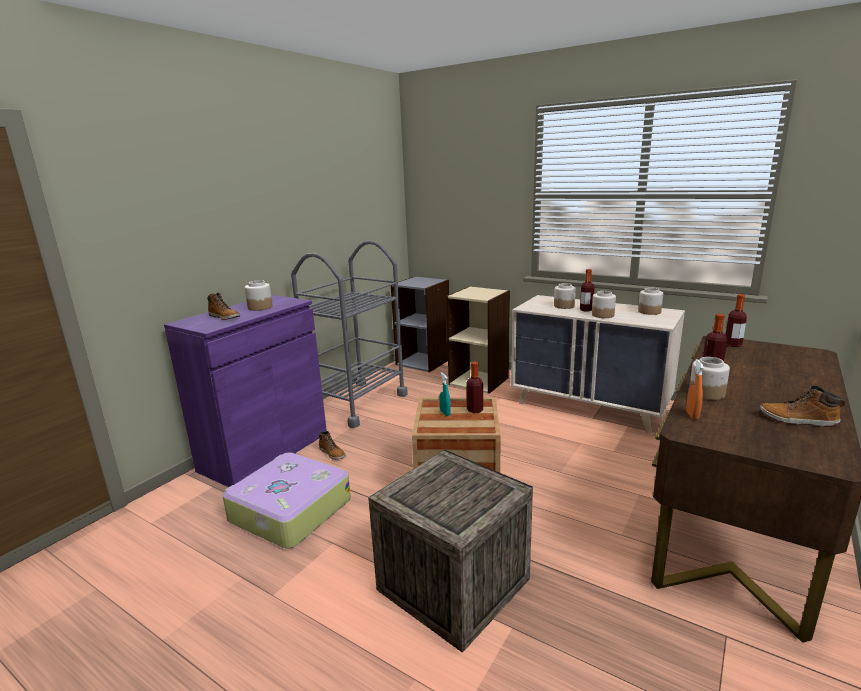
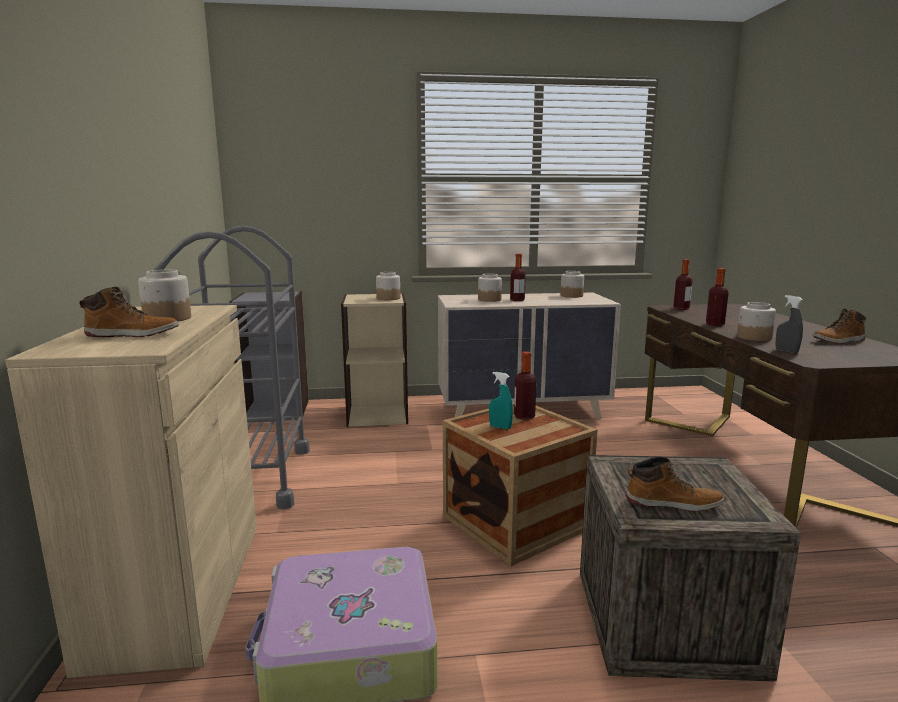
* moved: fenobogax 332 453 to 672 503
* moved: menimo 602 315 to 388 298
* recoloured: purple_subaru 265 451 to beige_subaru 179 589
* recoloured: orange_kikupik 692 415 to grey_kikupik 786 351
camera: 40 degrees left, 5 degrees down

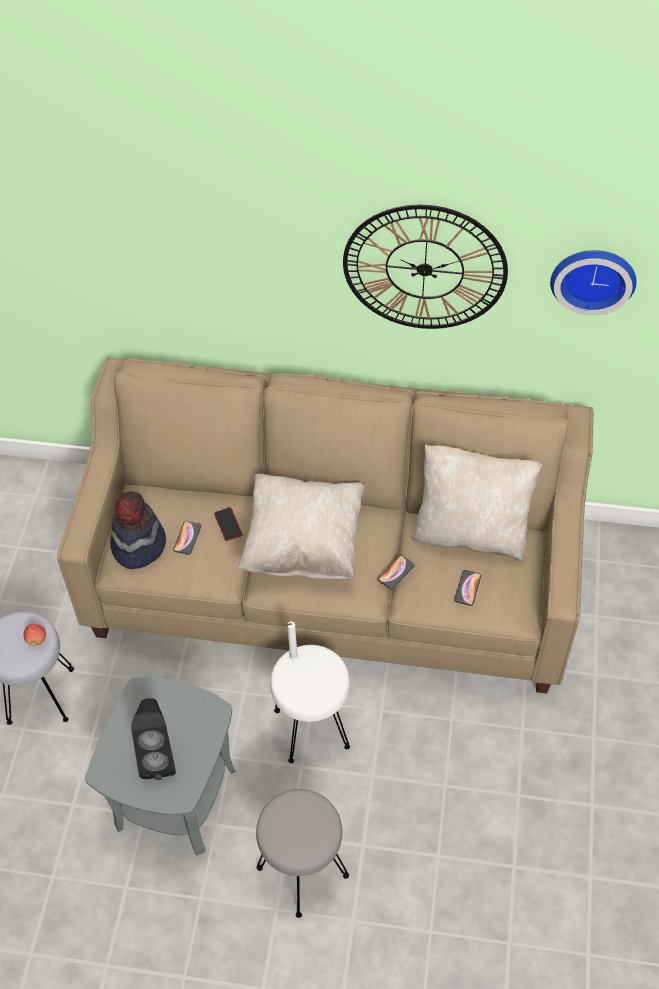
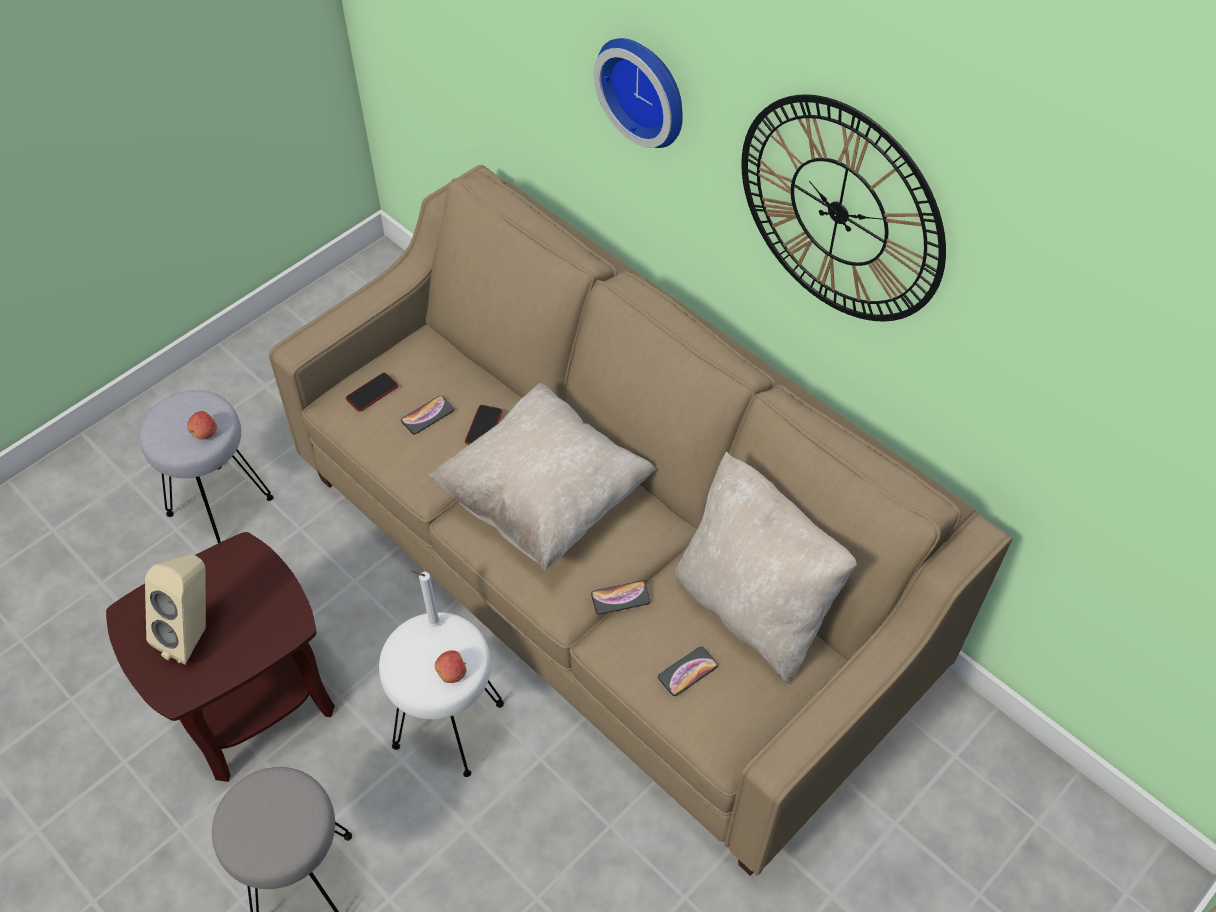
* added: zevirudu 452 673
* moved: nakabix 593 277 to 646 89
* replaced: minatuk 138 545 to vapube 372 392
* recoloured: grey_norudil 175 797 to brown_norudil 250 701
* recoloured: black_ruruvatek 158 756 to beige_ruruvatek 195 633
camera: 35 degrees right, 0 degrees up

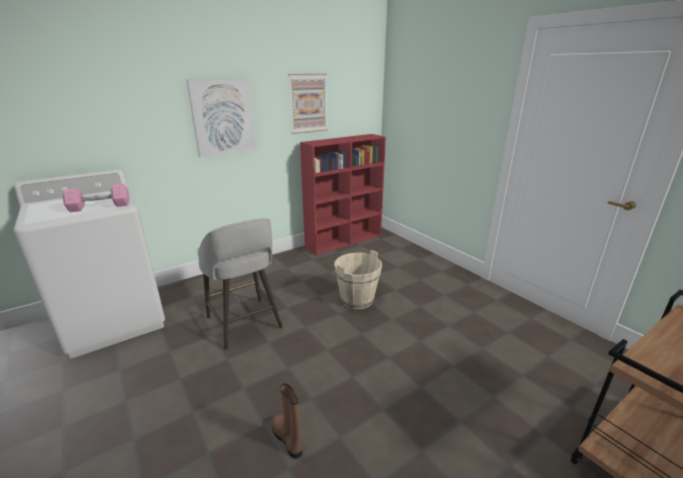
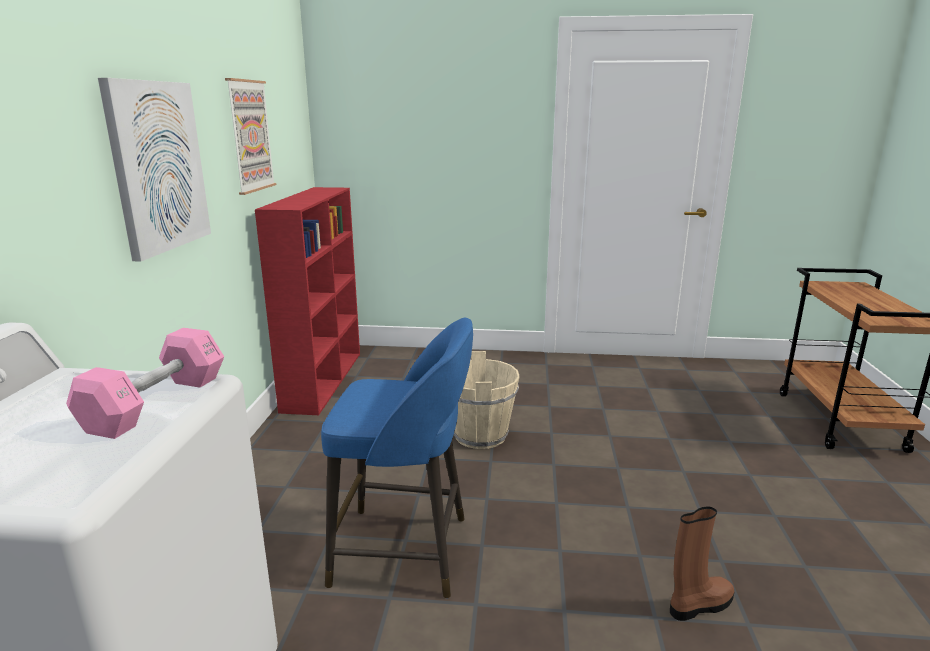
* recoloured: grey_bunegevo 245 324 to blue_bunegevo 405 551
* turned: brown_fenobogax 288 439 = 699 605 150 degrees clockwise
camera: 50 degrees left, 5 degrees down

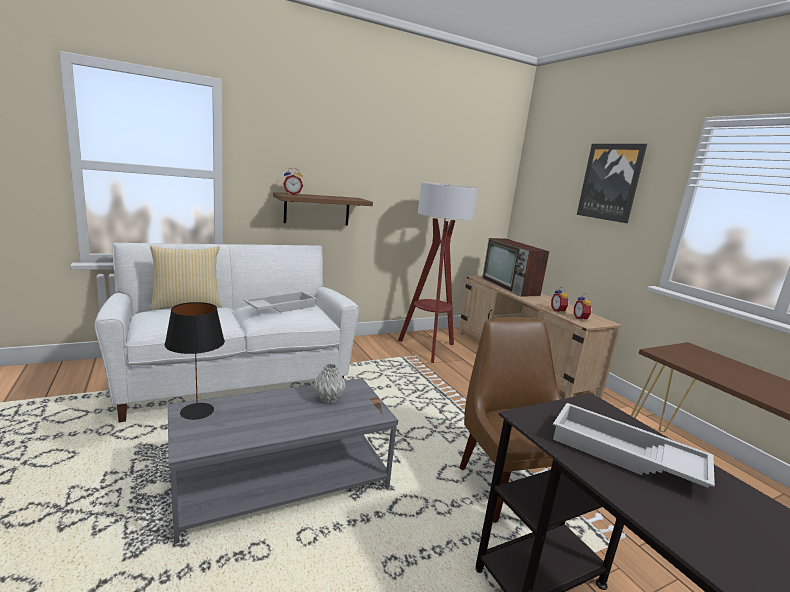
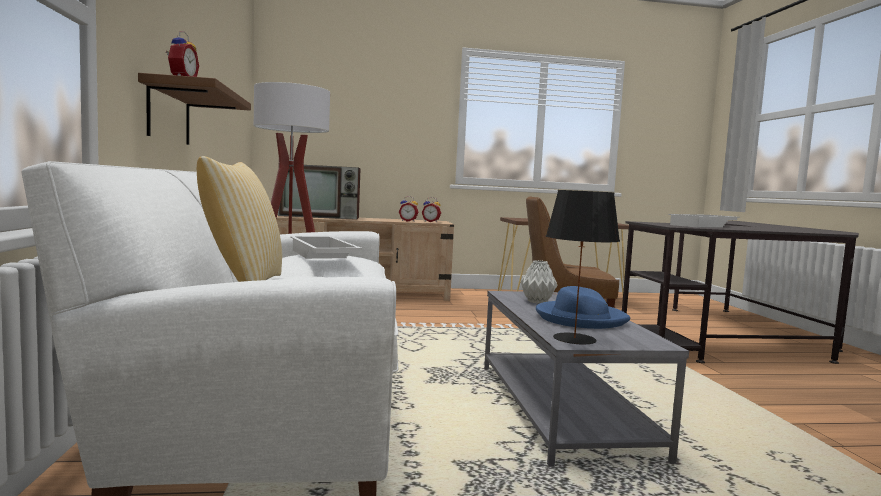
* removed: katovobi 610 182
* added: blue_minatuk 580 318
camera: 70 degrees left, 10 degrees down

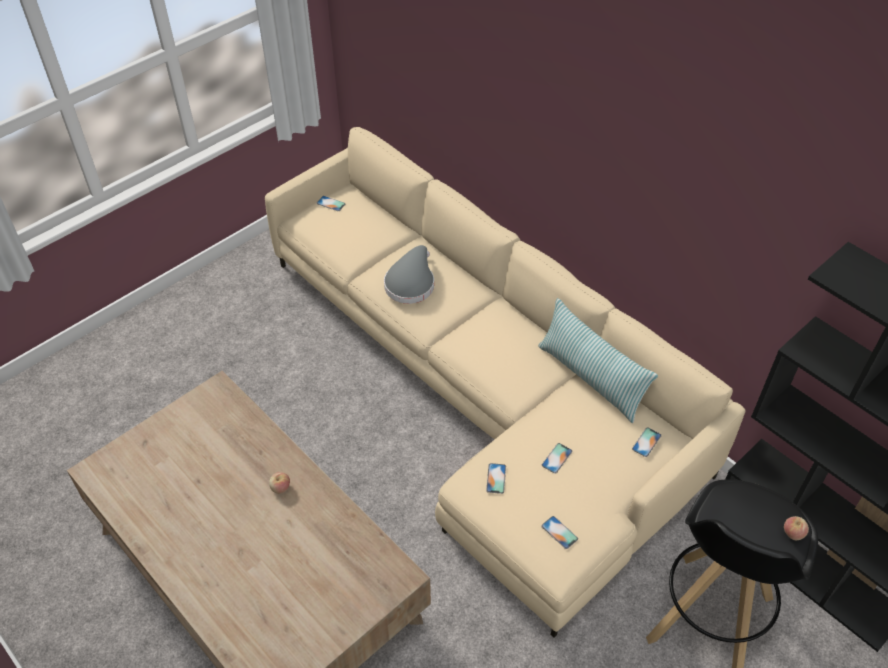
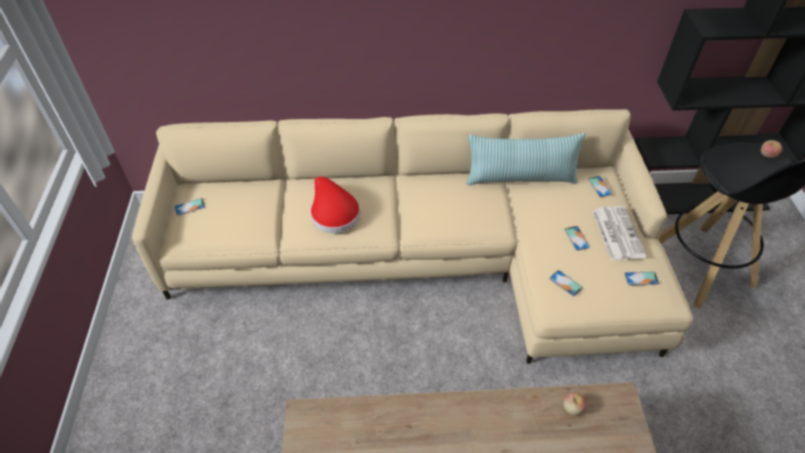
* added: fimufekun 616 233
* moved: zevirudu 280 488 to 572 408
* recoloured: grey_minatuk 411 283 to red_minatuk 333 212
camera: 50 degrees left, 0 degrees up

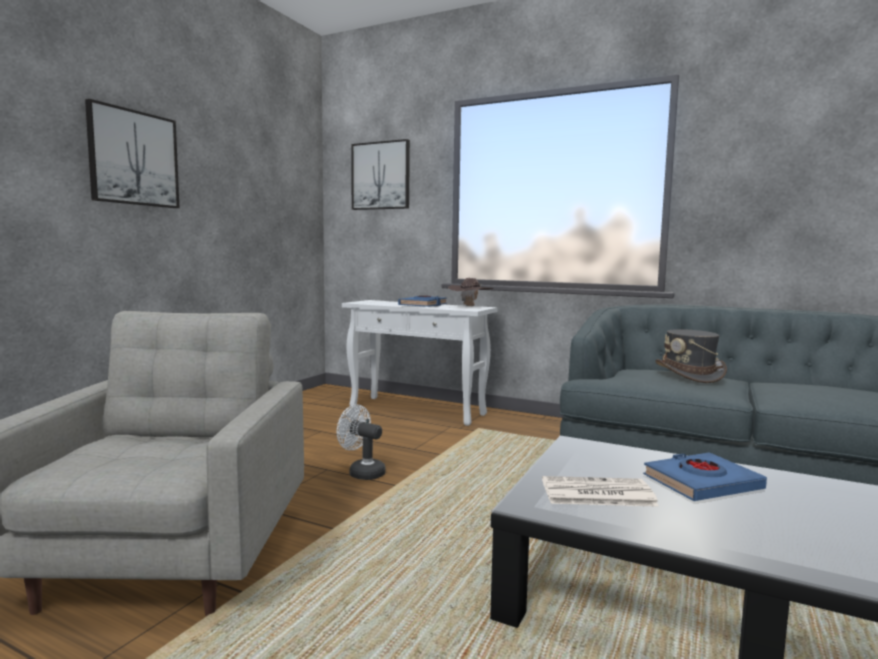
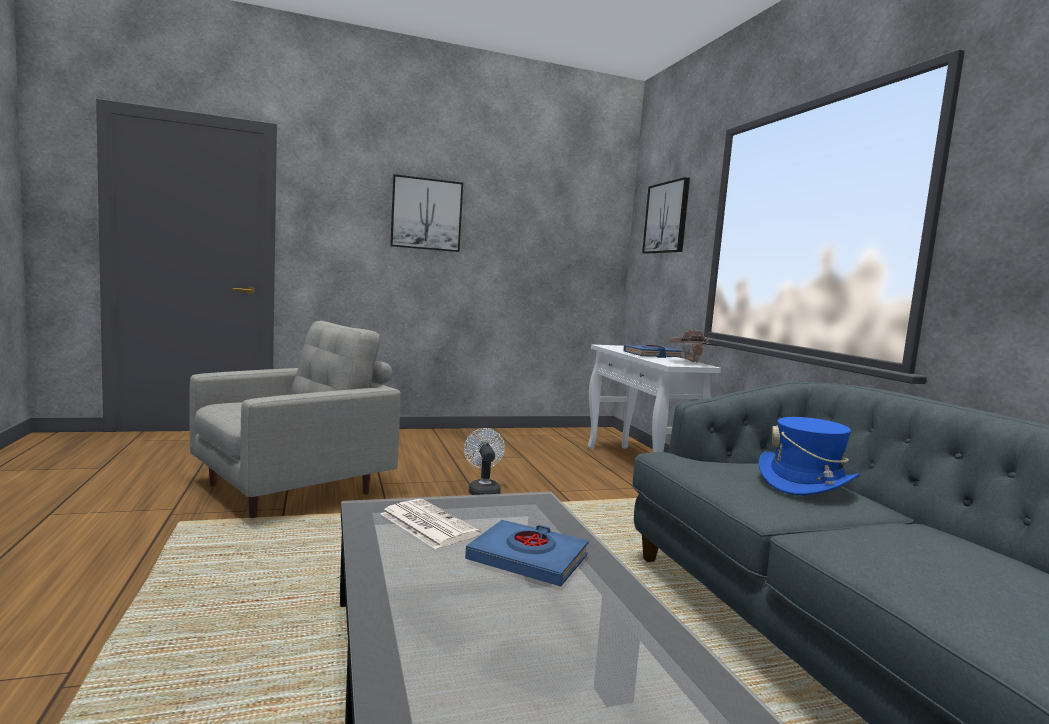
* recoloured: grey_minatuk 689 375 to blue_minatuk 806 483
camera: 45 degrees right, 0 degrees up

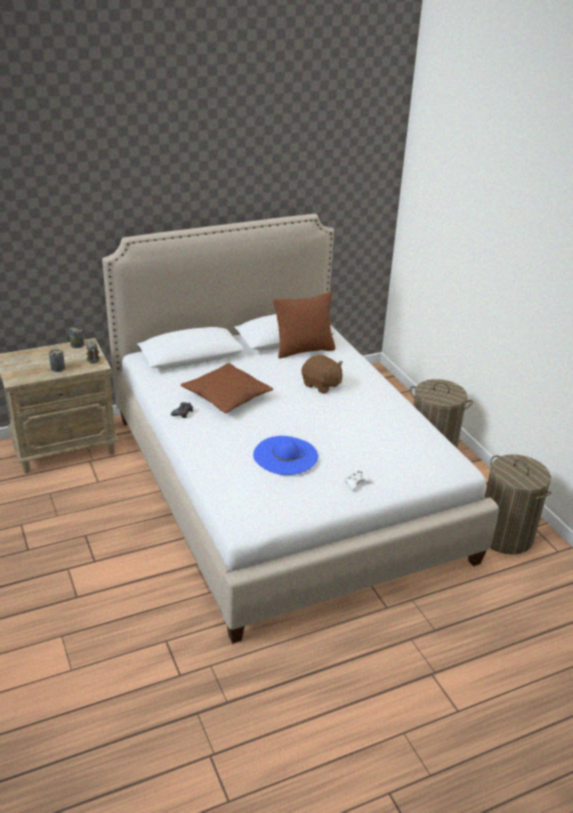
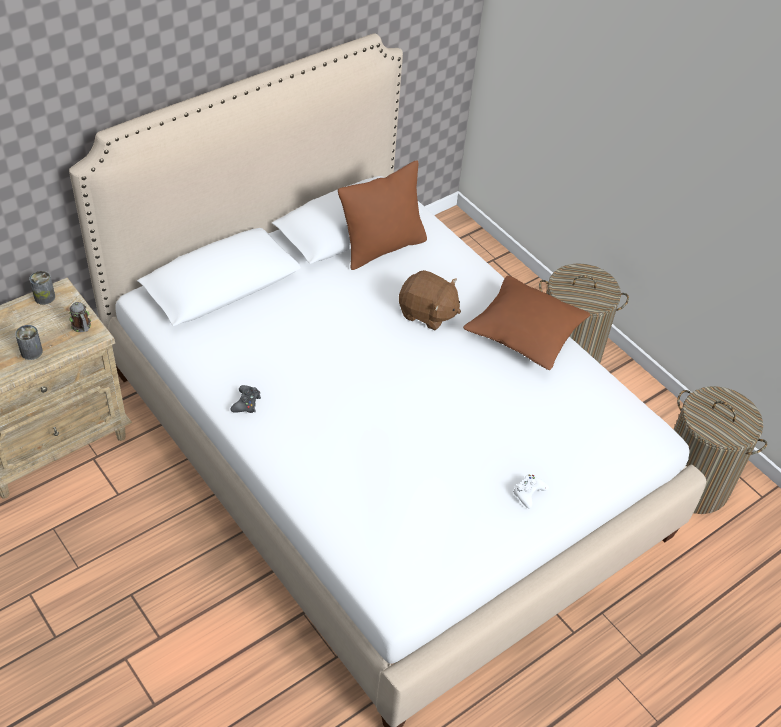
* removed: blue_minatuk 285 455
* moved: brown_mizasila 226 397 to 524 333
camera: 15 degrees left, 15 degrees up

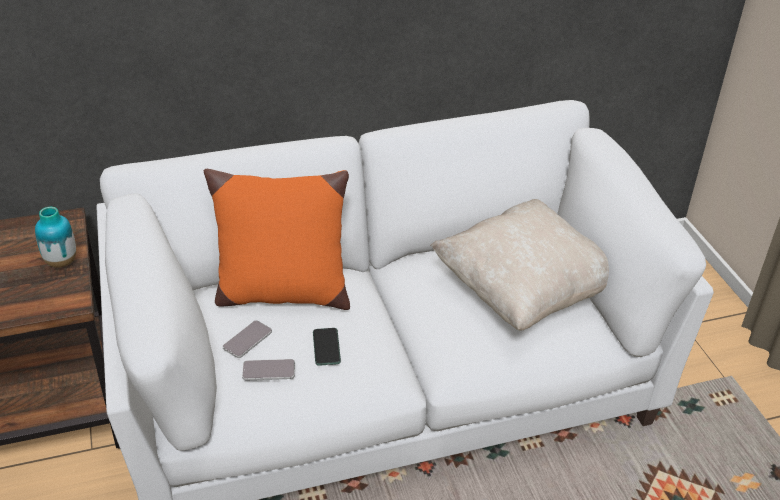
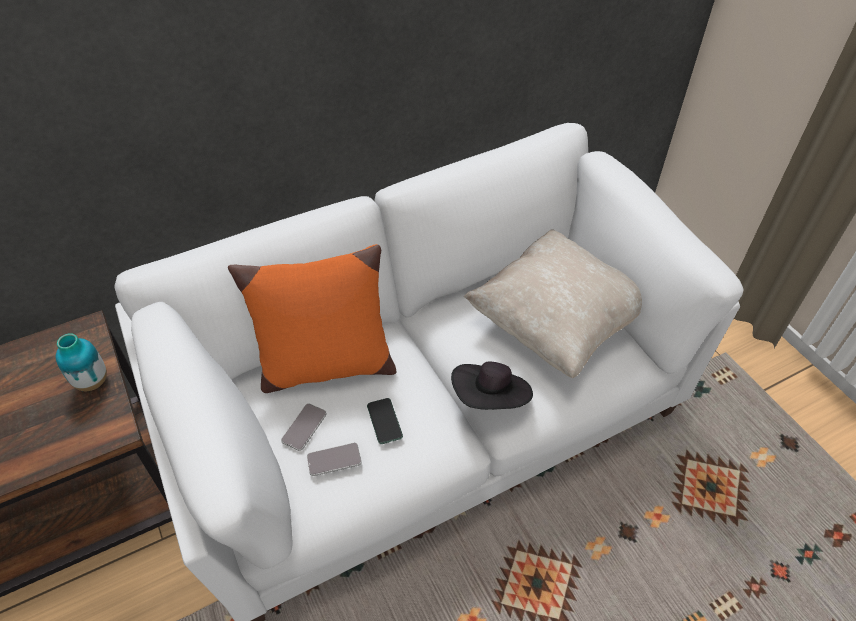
* added: black_minatuk 491 398
camera: 10 degrees left, 10 degrees up

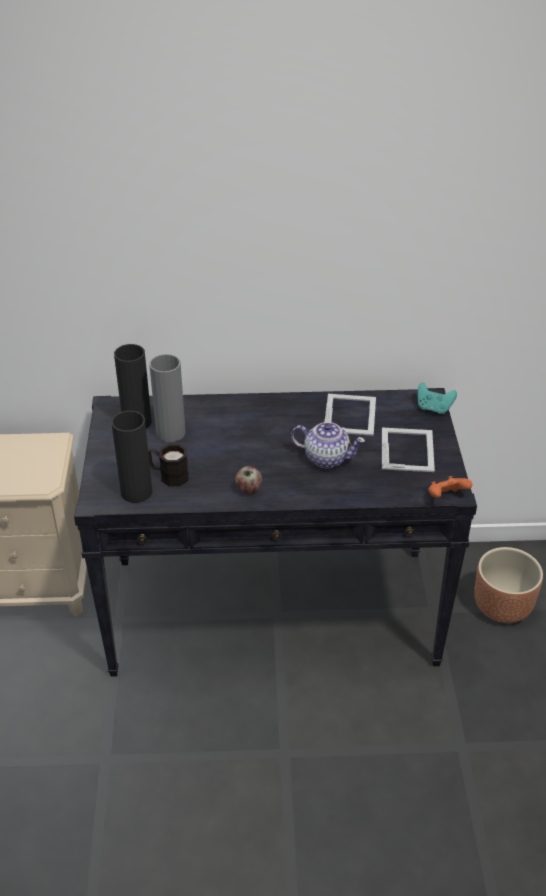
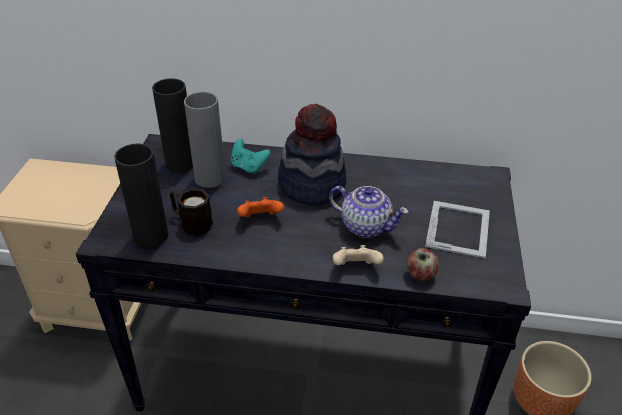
* removed: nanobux 350 414
* added: minatuk 312 184
* added: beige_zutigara 356 268
* moved: zevirudu 248 489 to 420 275
* moved: turquoise_zutigara 433 408 to 249 167
* moved: orange_zutigara 446 497 to 260 219
camera: 10 degrees right, 0 degrees up

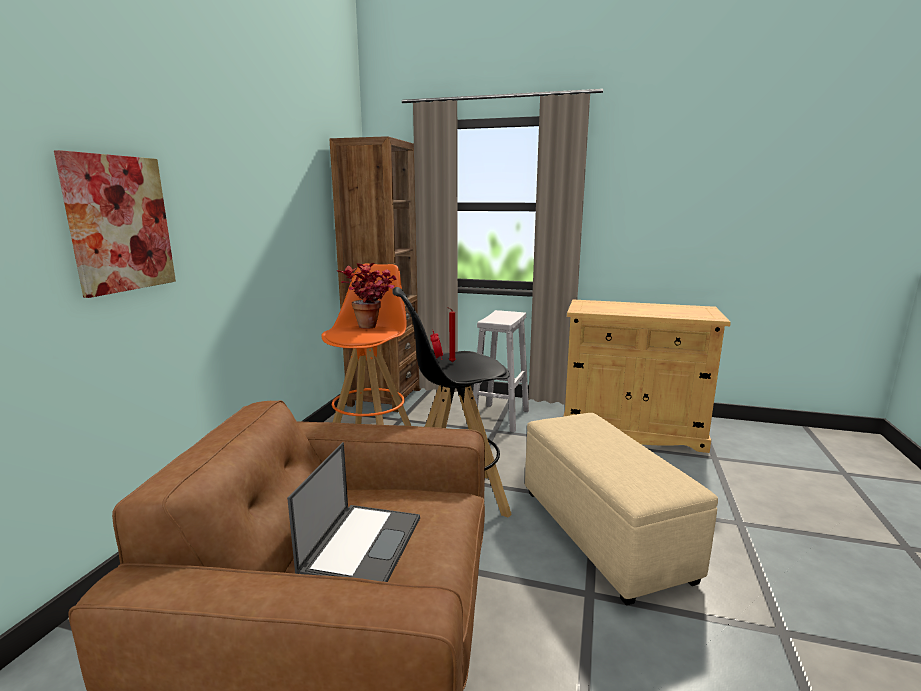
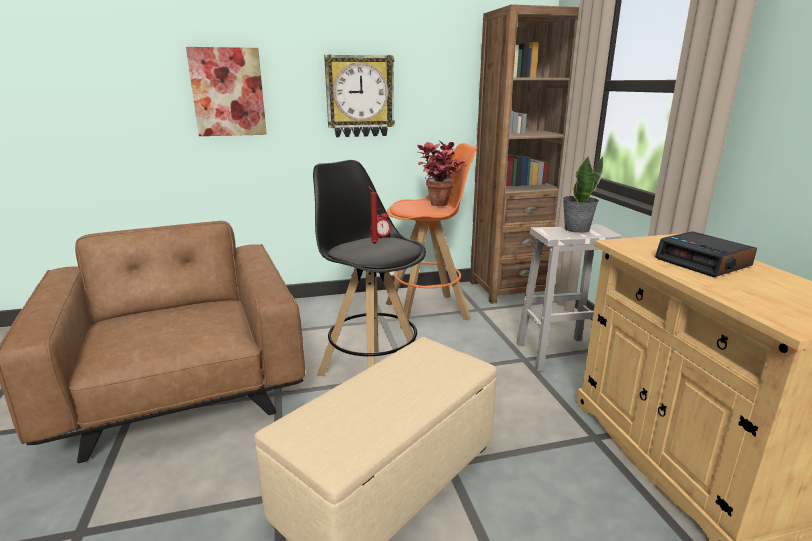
* removed: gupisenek 362 543
* added: nakabix 360 96
* added: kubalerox 576 229
* added: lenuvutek 703 263
camera: 60 degrees right, 5 degrees up

